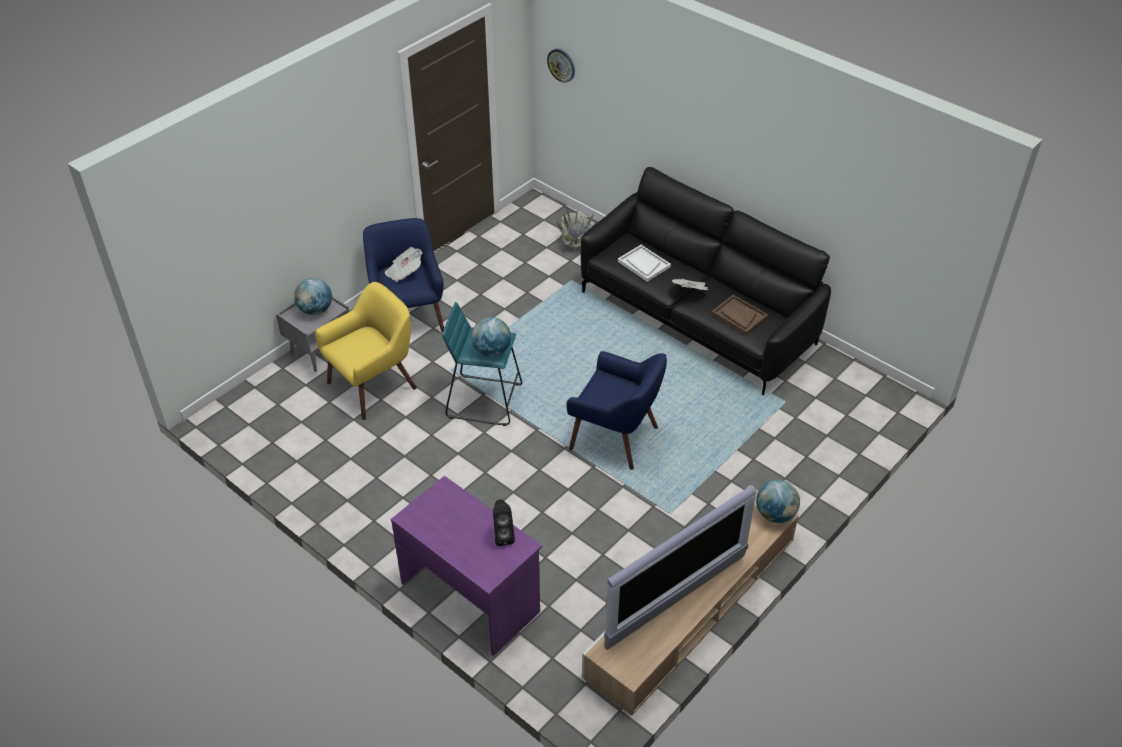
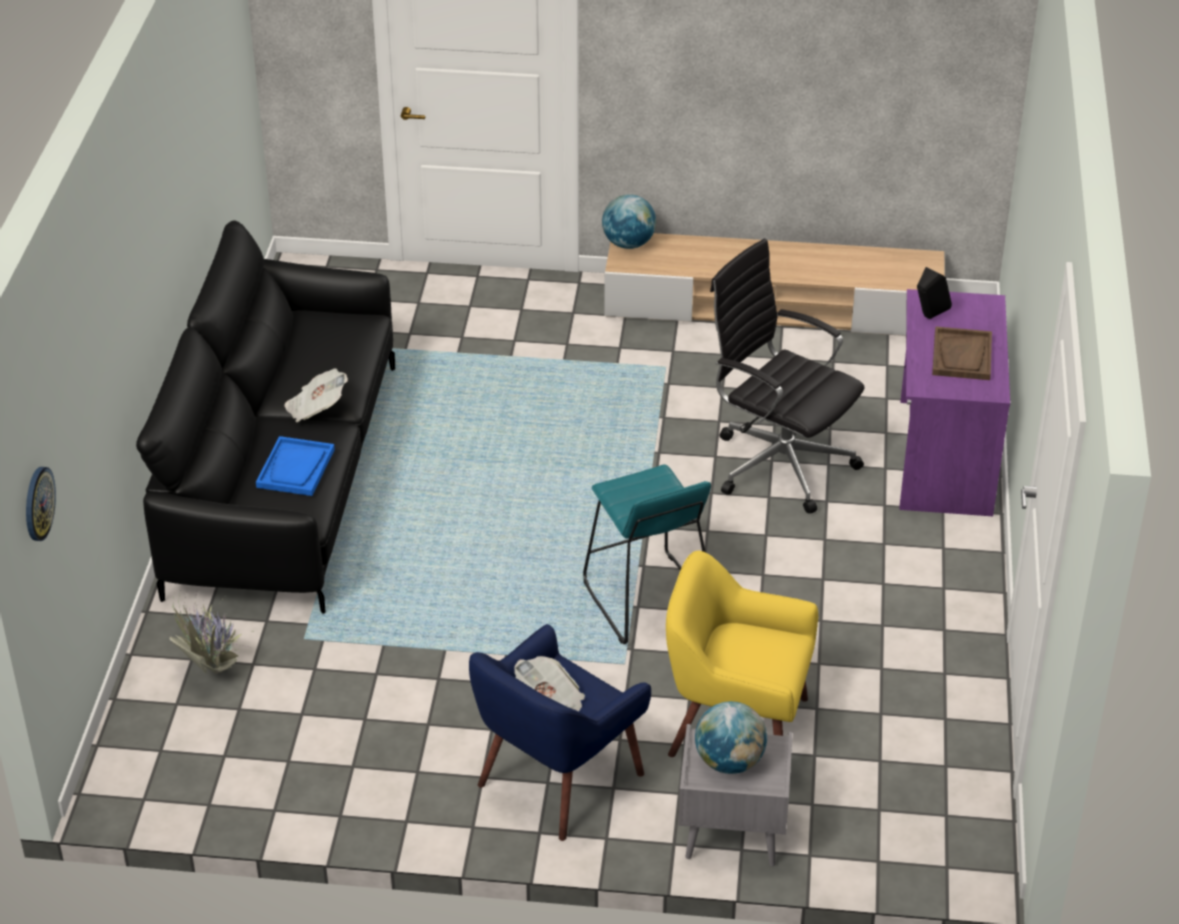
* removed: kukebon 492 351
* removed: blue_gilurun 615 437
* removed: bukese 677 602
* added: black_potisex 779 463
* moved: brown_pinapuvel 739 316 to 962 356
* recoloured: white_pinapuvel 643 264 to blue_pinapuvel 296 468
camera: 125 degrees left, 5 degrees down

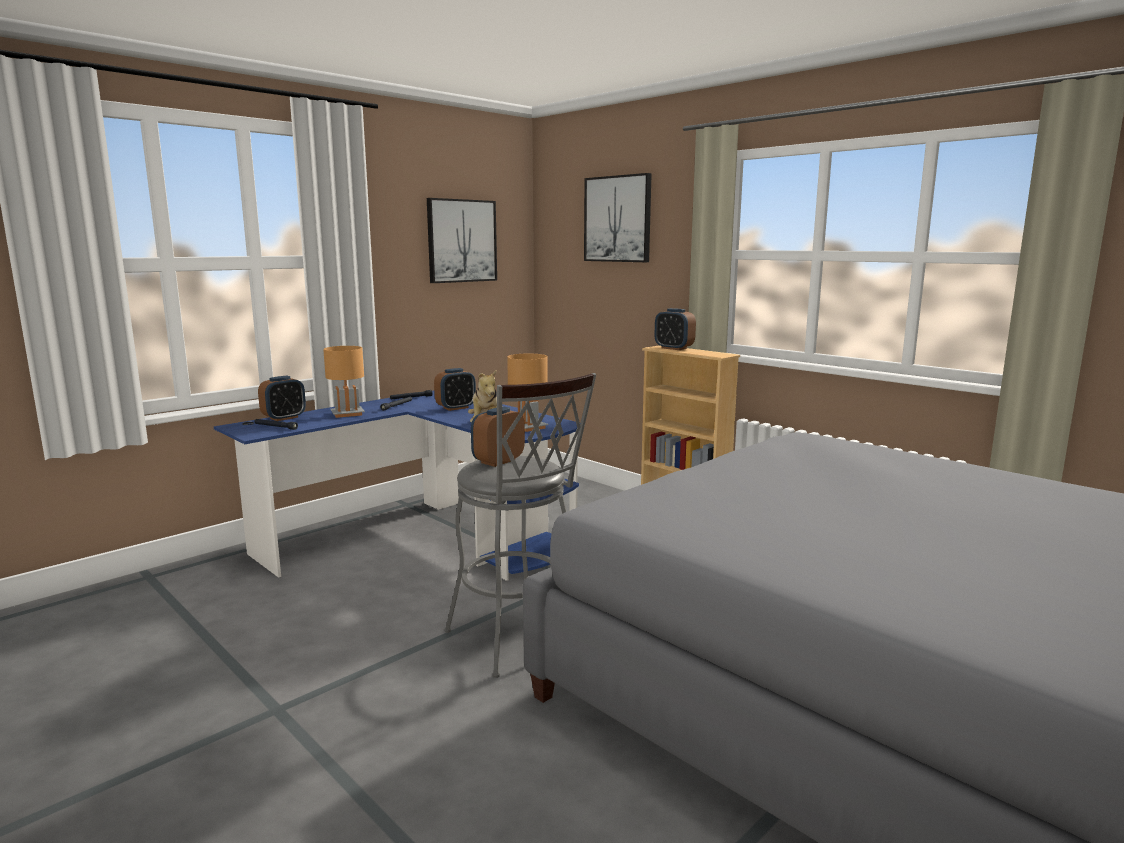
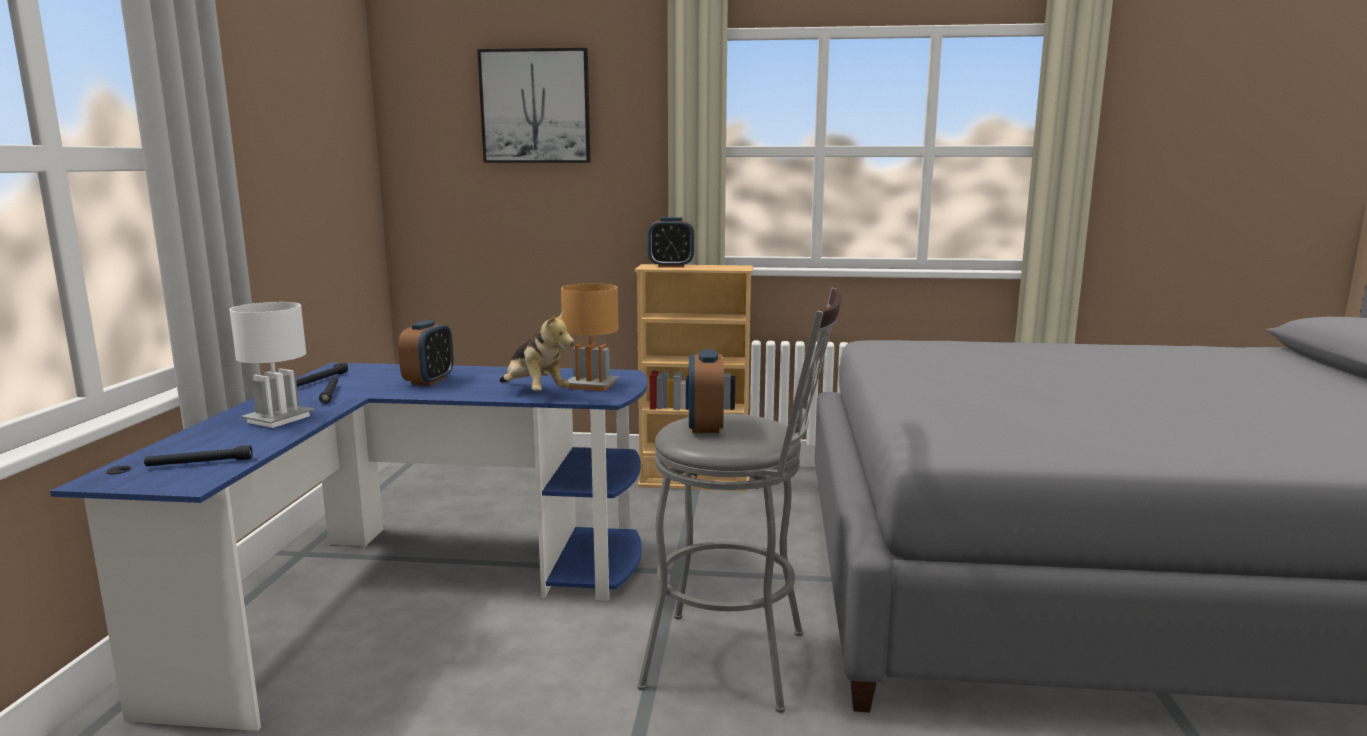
* removed: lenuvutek 284 418
* removed: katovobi 461 241
* recoloured: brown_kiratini 347 414 to white_kiratini 279 419
camera: 40 degrees left, 0 degrees up

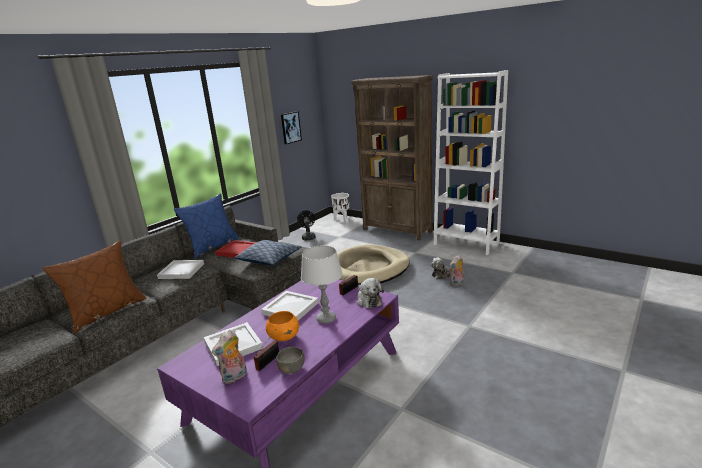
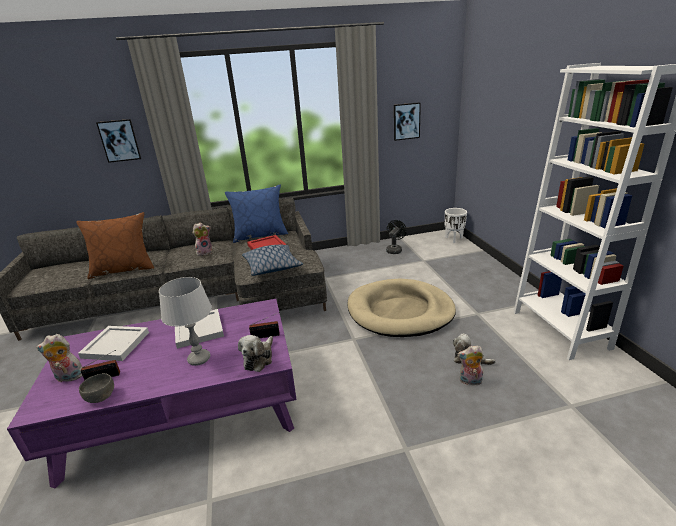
* removed: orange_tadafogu 284 337
* removed: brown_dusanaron 397 230
* added: katovobi 119 140
* replaced: white_pinapuvel 182 271 to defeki 205 252
camera: 40 degrees right, 5 degrees up

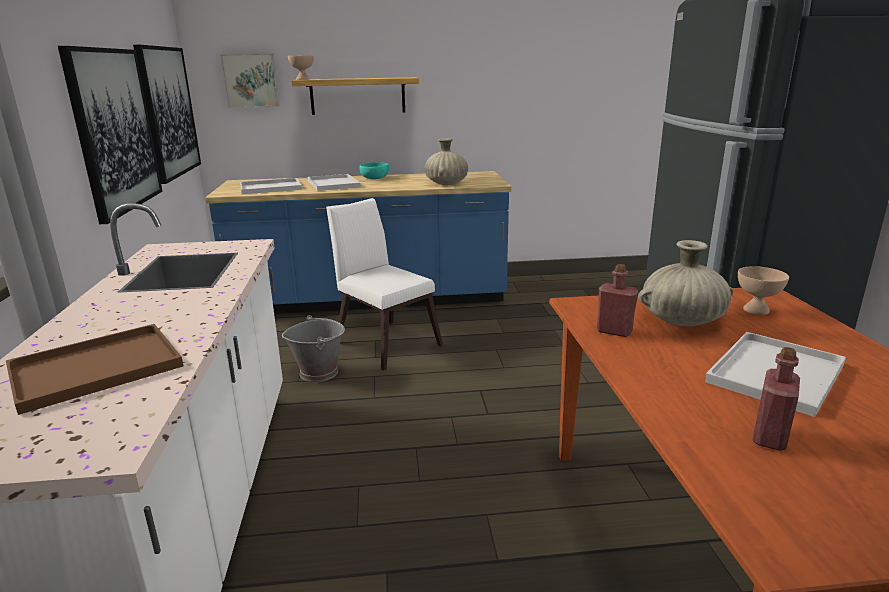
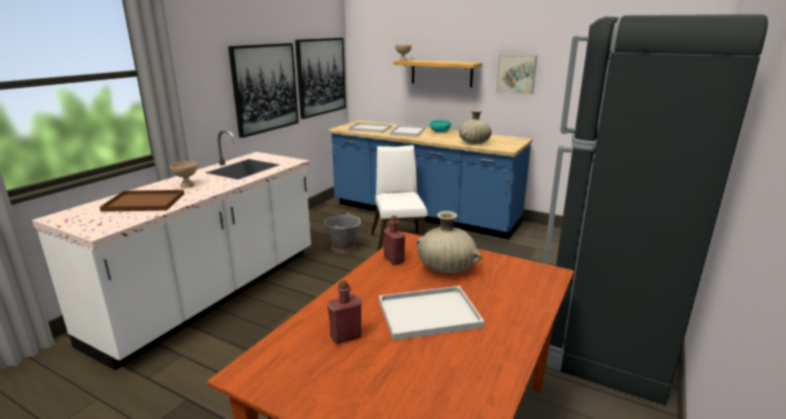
* moved: katovobi 251 80 to 516 74
* moved: beige_tadafogu 755 310 to 187 185
camera: 35 degrees right, 0 degrees up

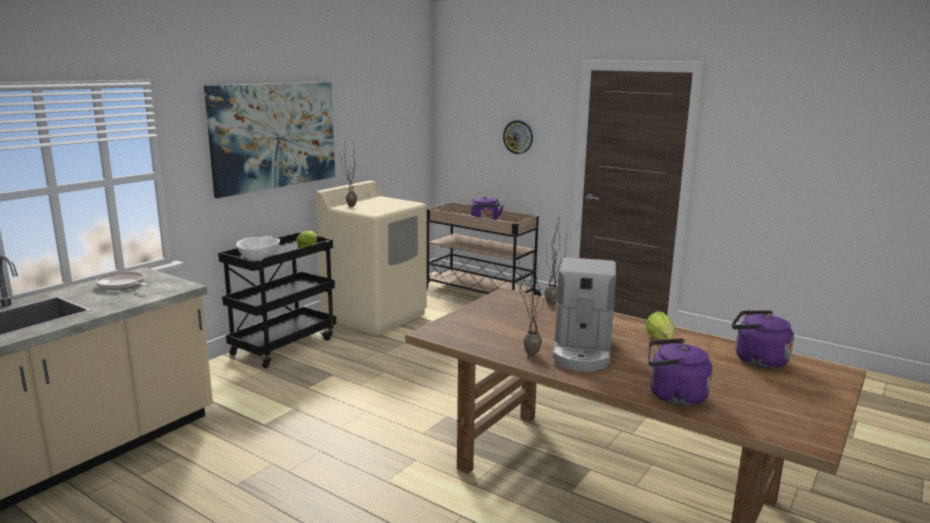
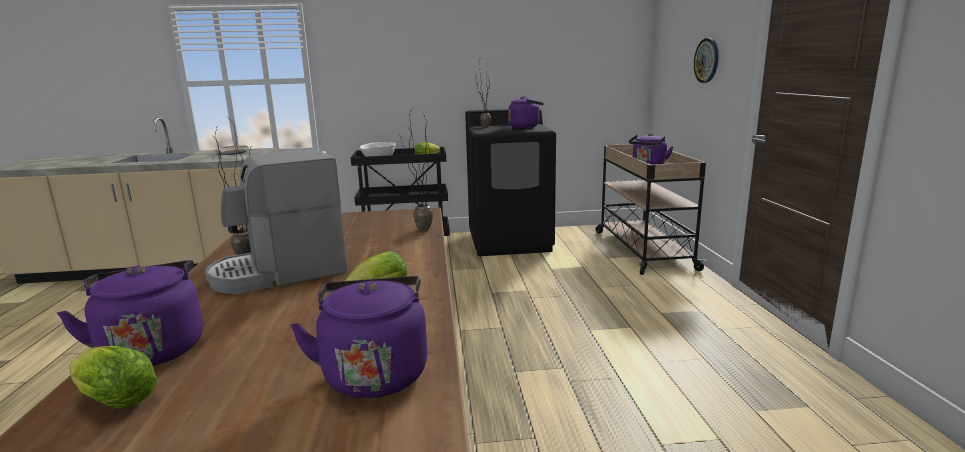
* removed: katovobi 275 136
* added: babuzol 113 400
* added: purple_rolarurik 526 127
* recoloured: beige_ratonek 375 315 to black_ratonek 510 242
camera: 50 degrees right, 0 degrees up

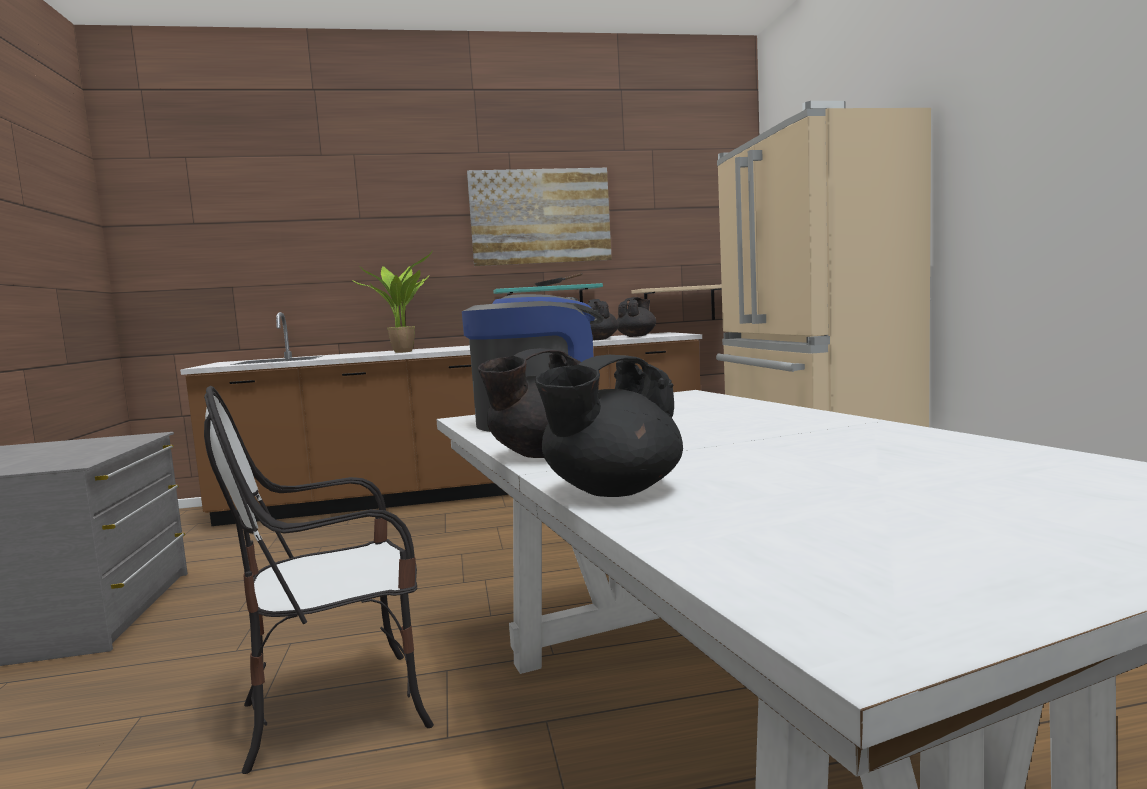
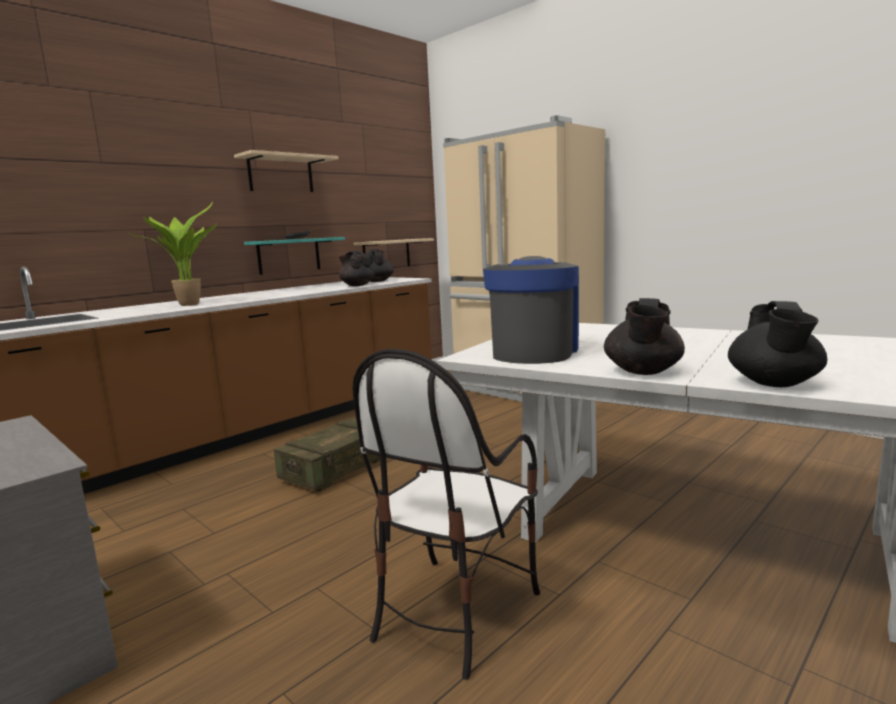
* added: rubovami 337 469
* replaced: katovobi 540 216 to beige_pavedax 281 174
camera: 35 degrees left, 5 degrees up

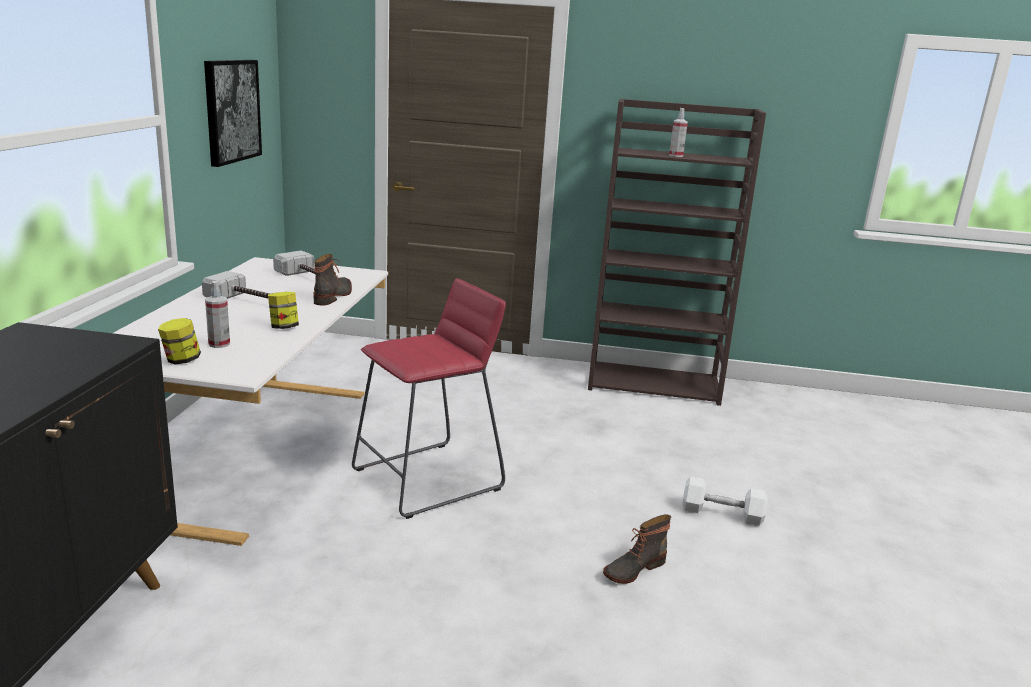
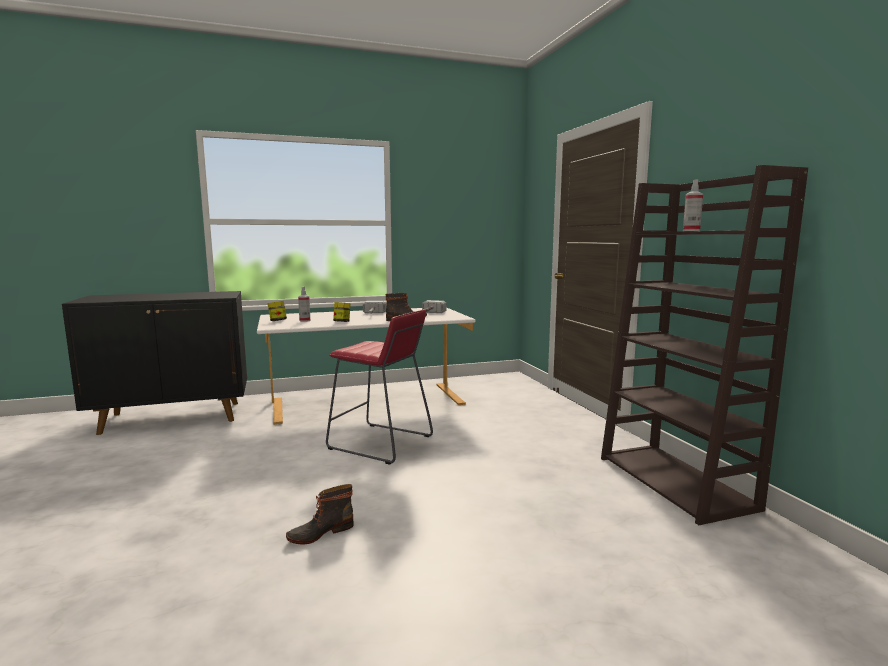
* removed: katovobi 231 111
* removed: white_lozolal 722 513
* turned: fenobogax 633 569 = 320 532 60 degrees counterclockwise
camera: 65 degrees right, 10 degrees down

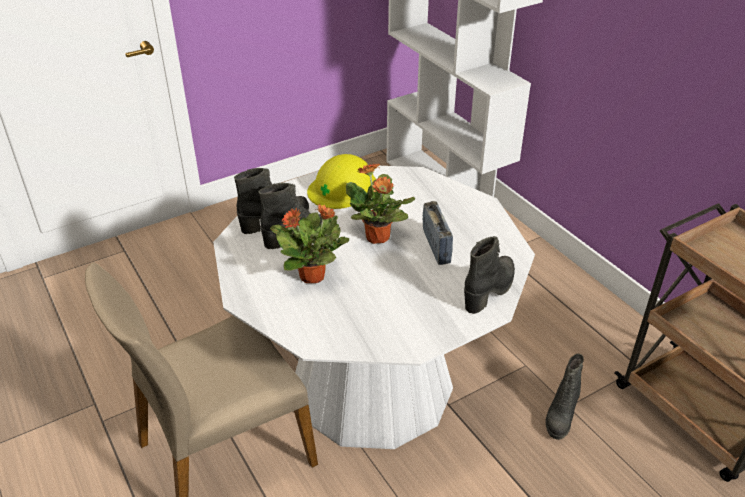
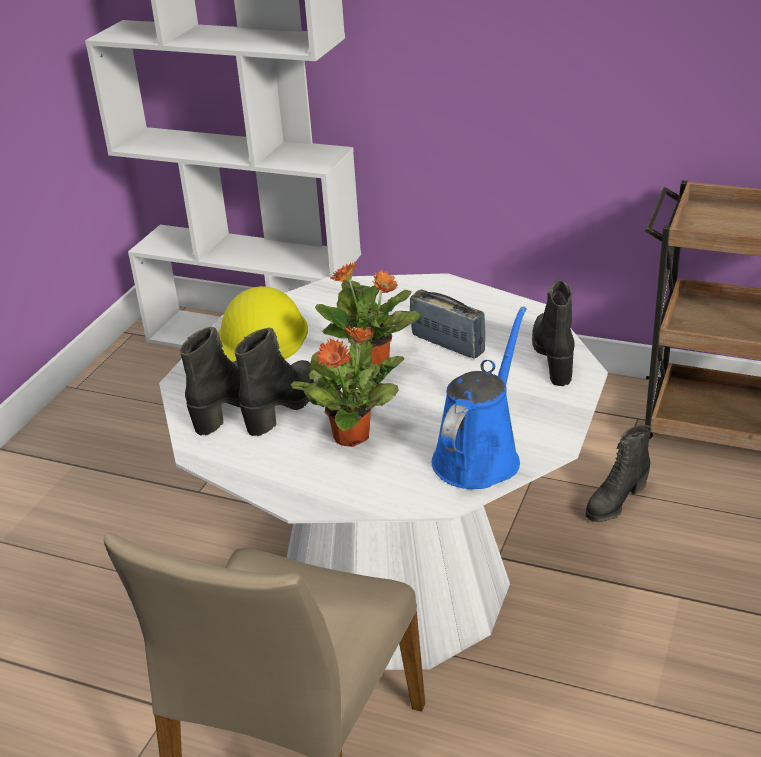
* added: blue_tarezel 479 456
* turned: black_fenobogax 560 415 = 615 502 60 degrees clockwise
camera: 35 degrees left, 5 degrees down

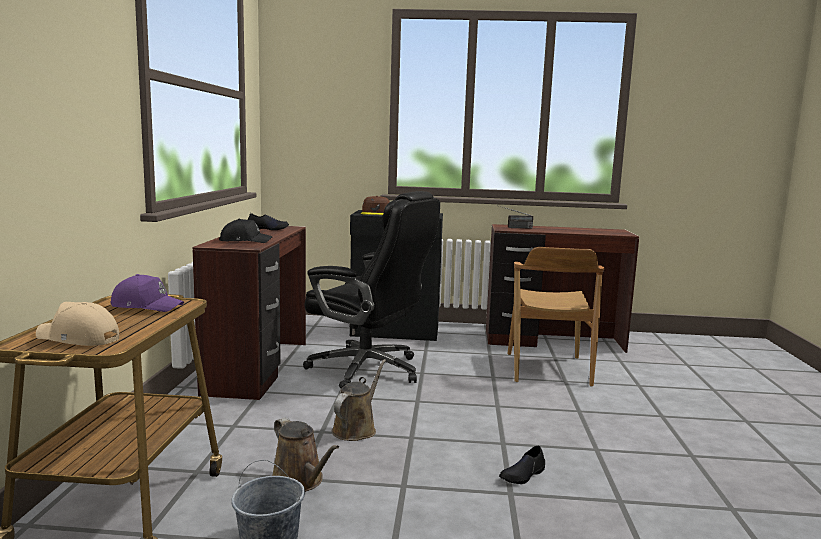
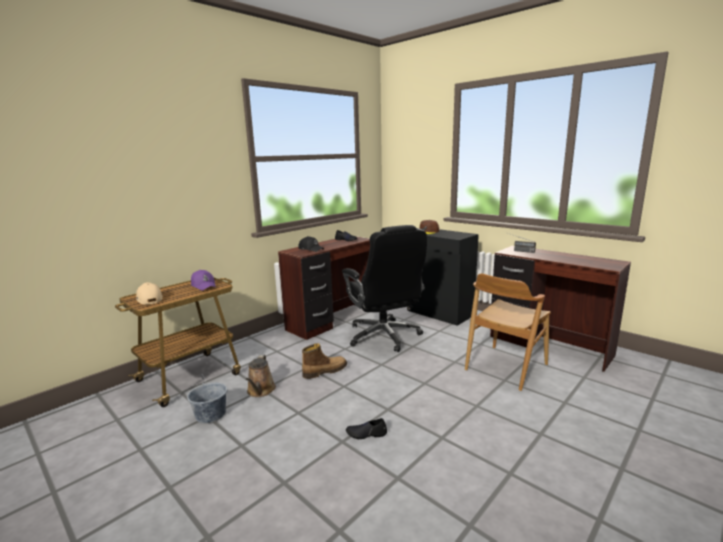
* replaced: brown_tarezel 356 429 to fenobogax 324 371
camera: 40 degrees right, 5 degrees up

